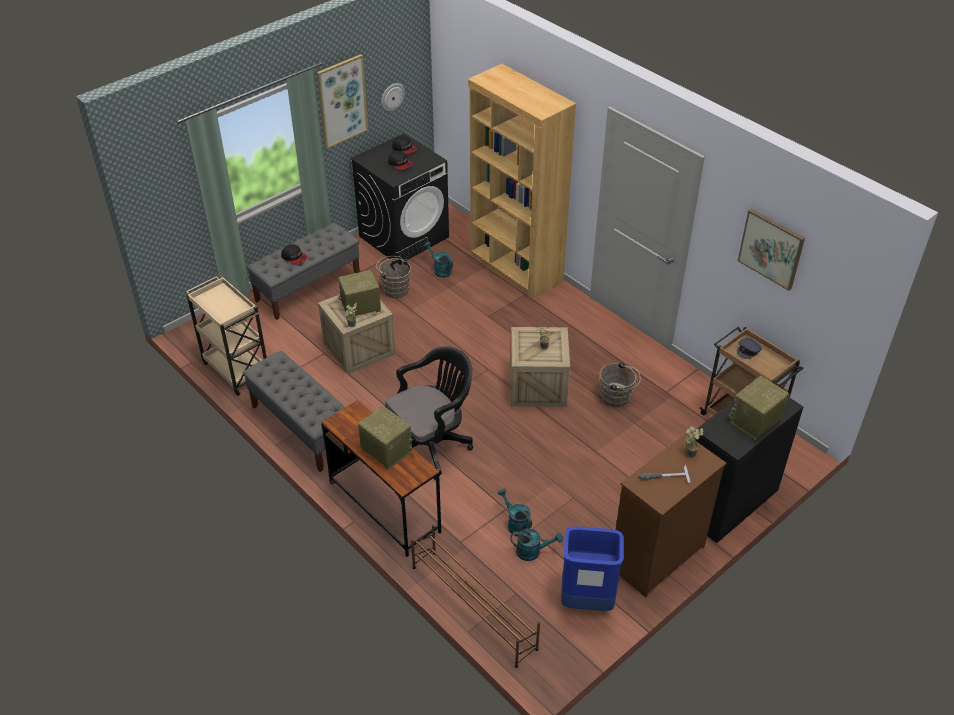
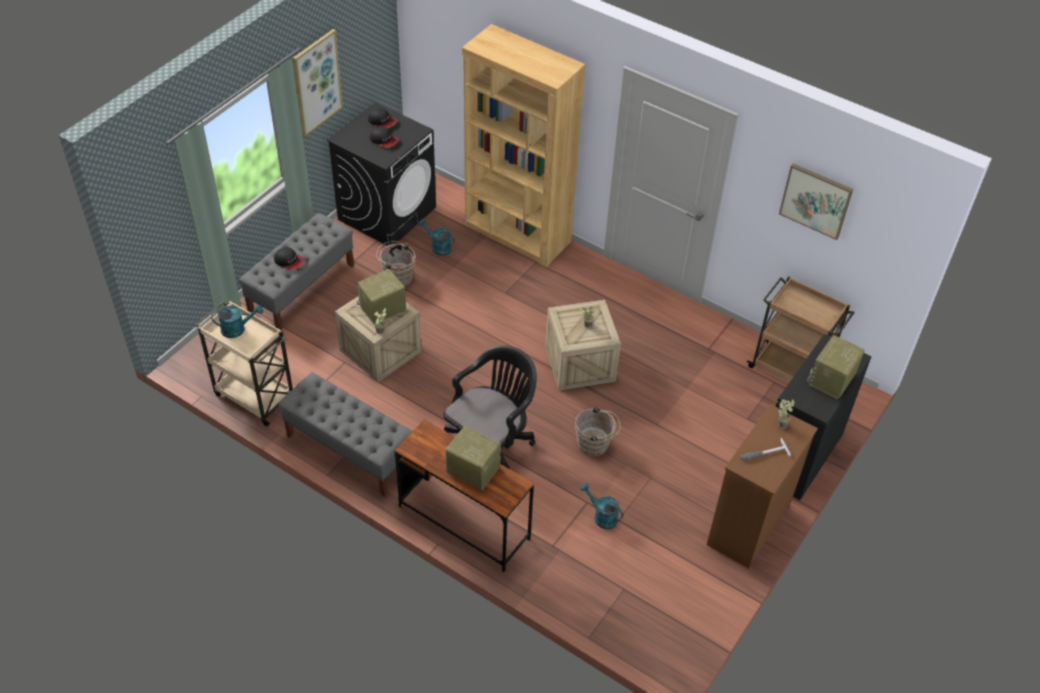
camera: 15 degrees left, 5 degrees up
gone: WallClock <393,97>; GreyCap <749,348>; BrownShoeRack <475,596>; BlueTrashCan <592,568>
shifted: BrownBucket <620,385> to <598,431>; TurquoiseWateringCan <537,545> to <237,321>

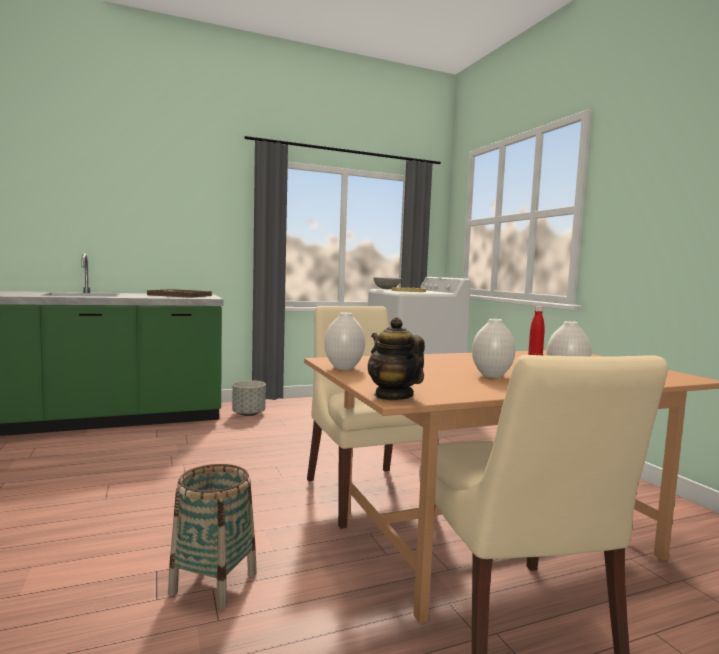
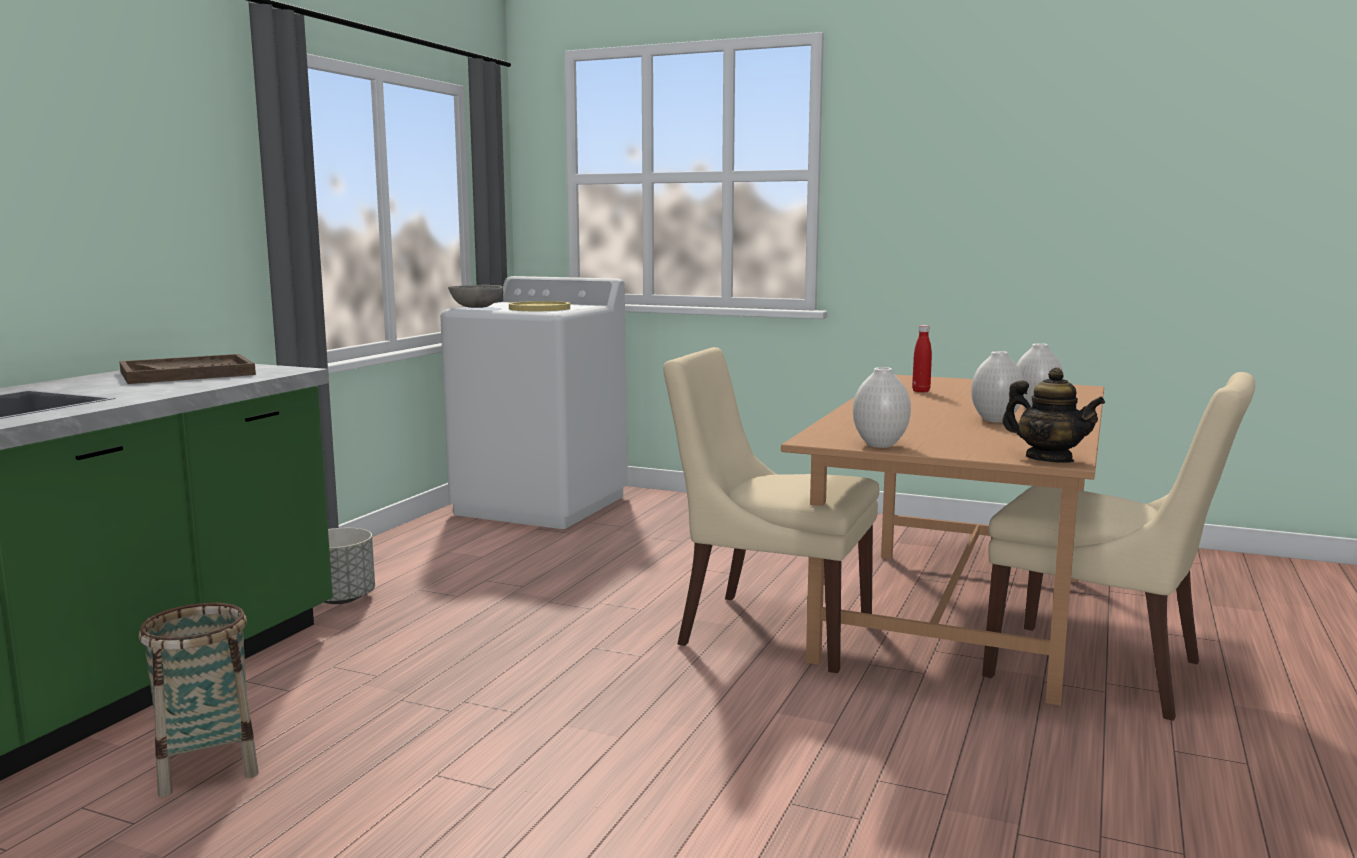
camera: 45 degrees left, 5 degrees up
shifted: Basket <212,537> to <199,700>
rotated: Teapot <396,358> = <1053,415> 150 degrees counterclockwise

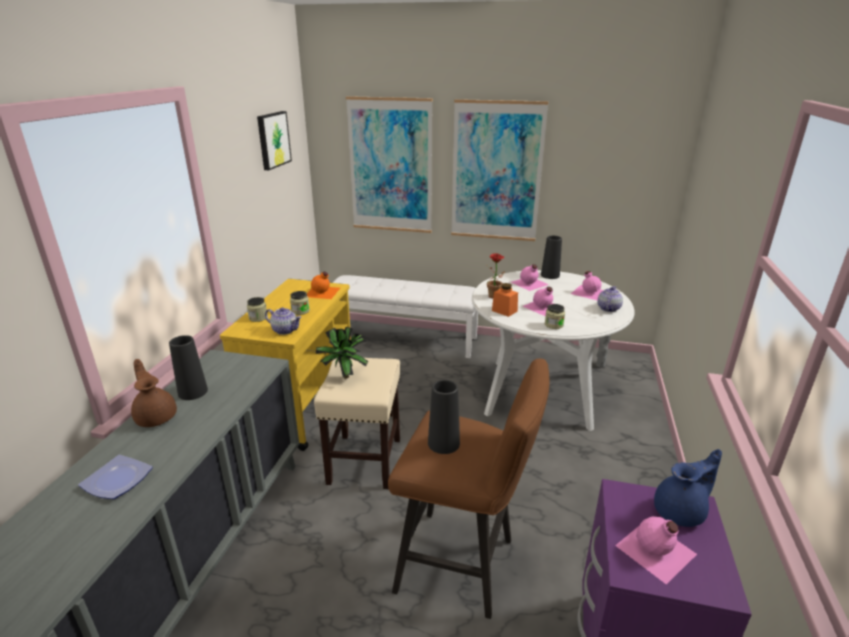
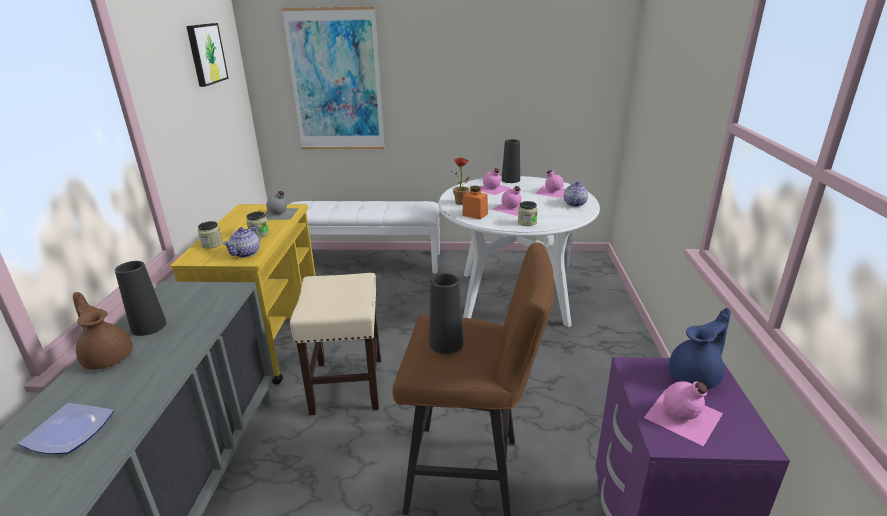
camera: 10 degrees left, 0 degrees up
gone: Picture <500,170>; PottedPlant <342,353>
repainted: OrangeBottle <323,285> to GreyBottle <281,205>
rotated: Teapot <283,321> = <242,242> 105 degrees clockwise

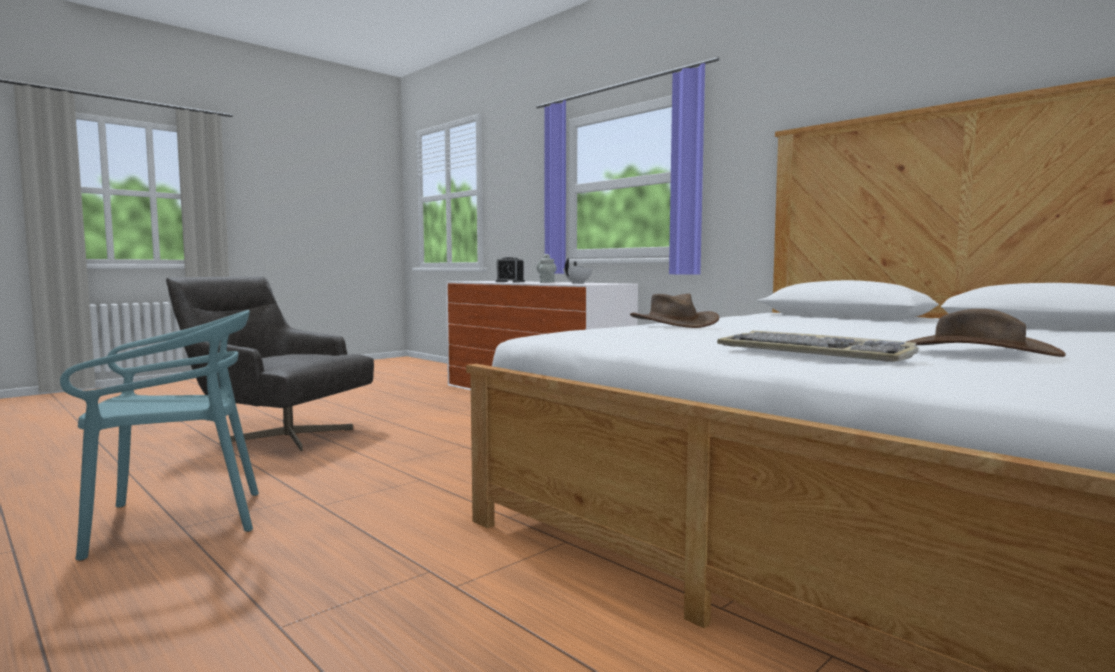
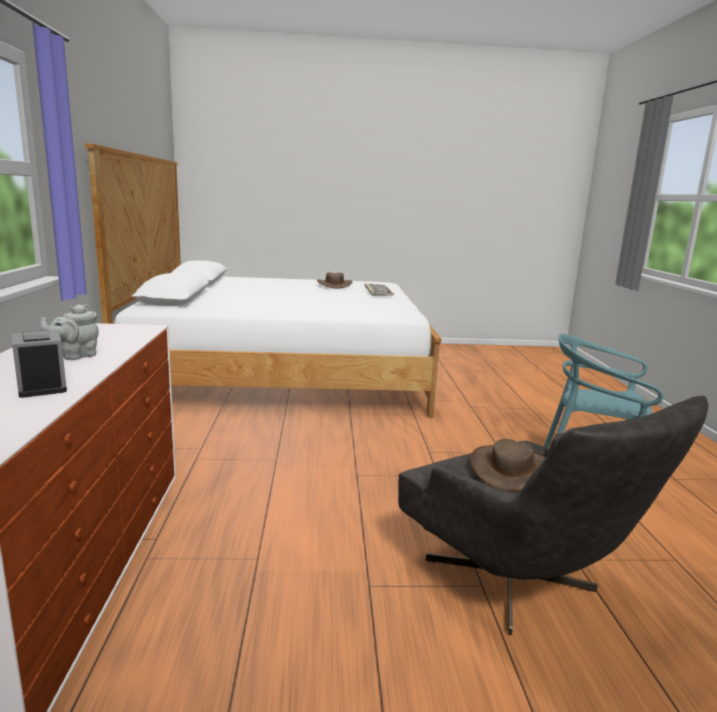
camera: 140 degrees left, 10 degrees up
gone: WhiteTeapot <577,271>
shifted: BrownHat <674,311> to <508,465>

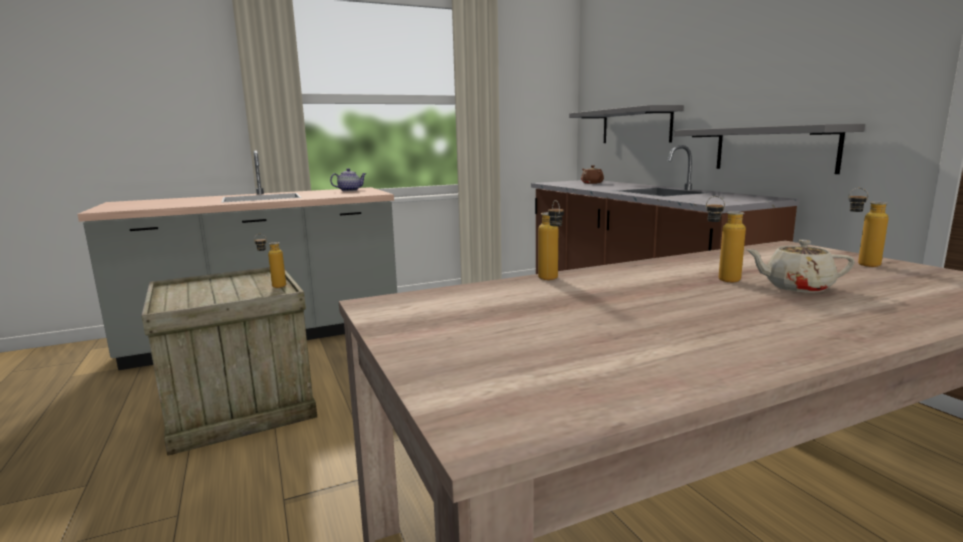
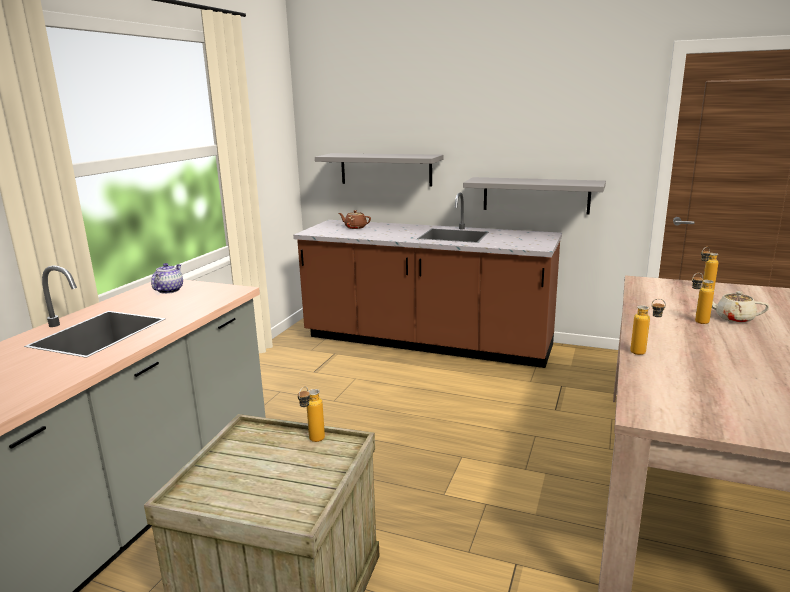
camera: 45 degrees left, 5 degrees up
rotated: BeigeTeapot <800,266> = <740,307> 60 degrees clockwise

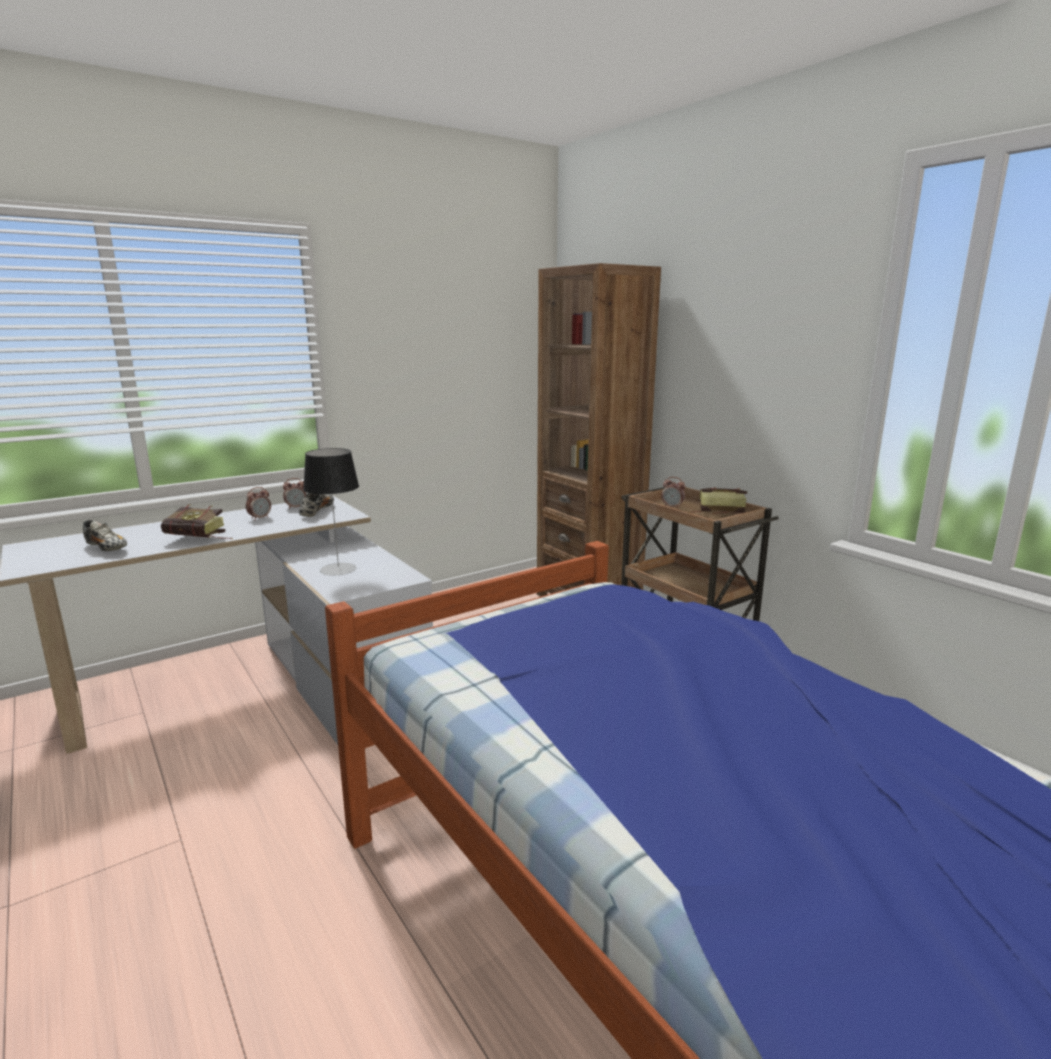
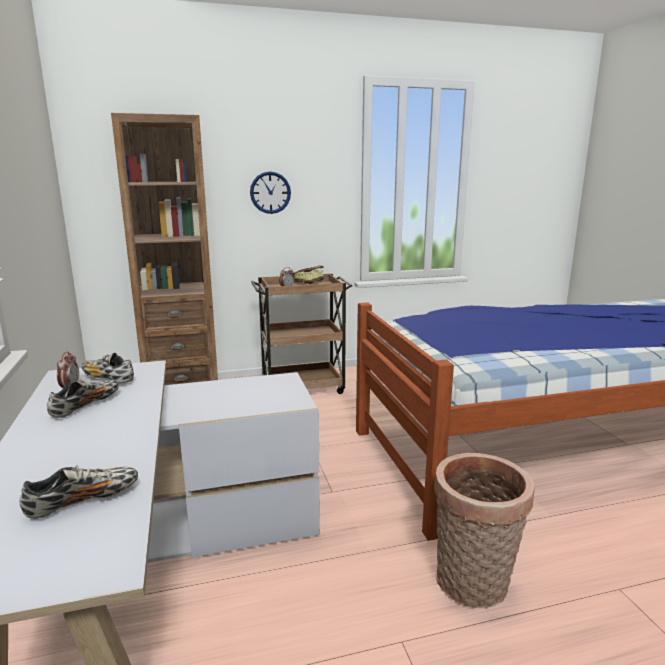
camera: 70 degrees left, 0 degrees up
gone: TableLamp <331,512>; Book <196,521>
new: WallClock <270,192>; Basket <484,530>
swapped: AlarmClock <258,503> to Shoe <83,398>

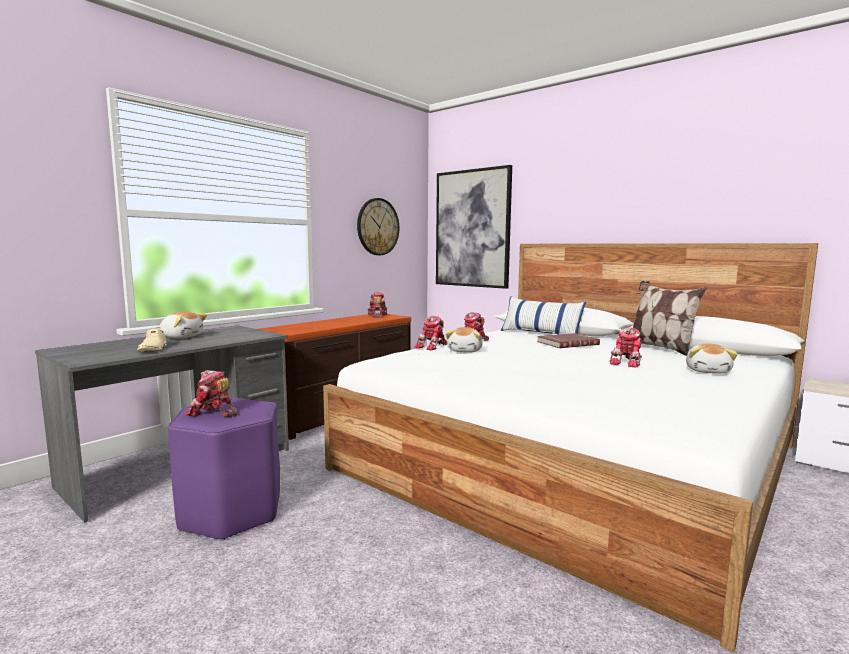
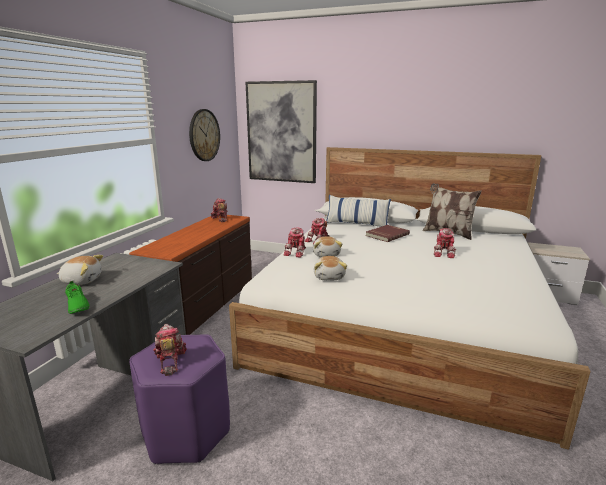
camera: 20 degrees left, 10 degrees up
shifted: PlushToy <712,358> to <330,268>
repainted: BeigeShoe <152,339> to GreenShoe <77,297>
rotated: ToyRobot <211,394> = <170,350> 75 degrees clockwise

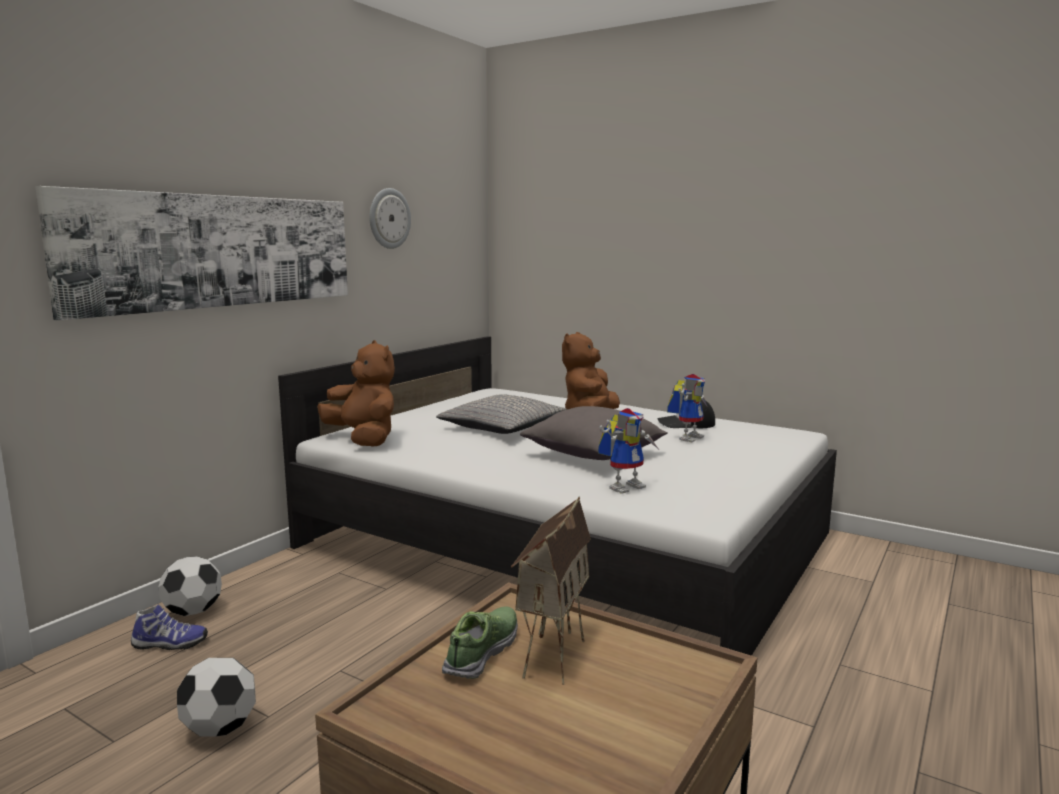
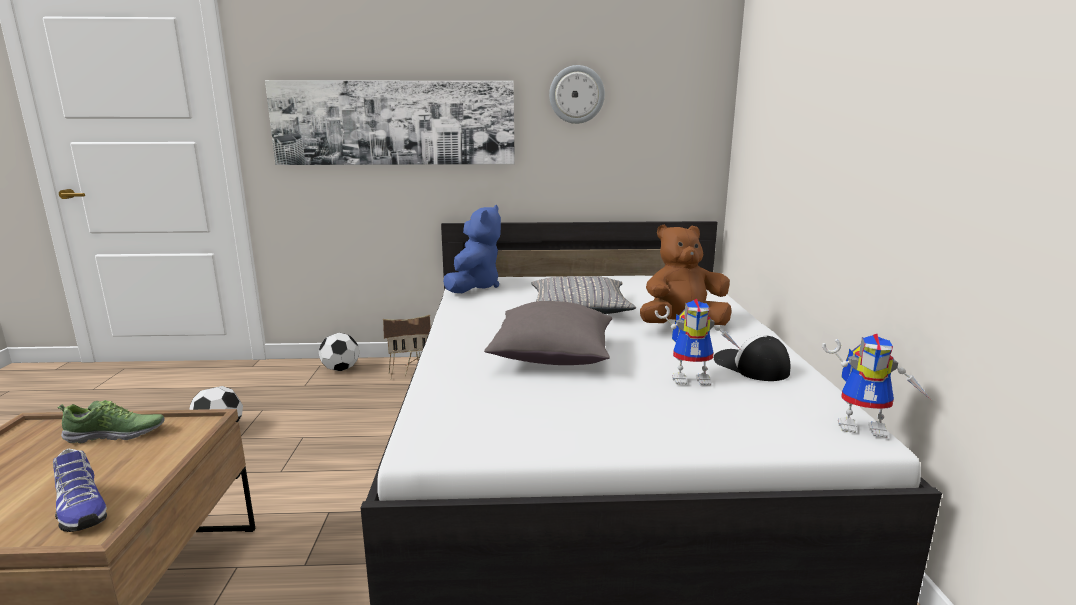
camera: 55 degrees right, 5 degrees up
shifted: ToyRobot <628,451> to <876,386>; ToyHouse <551,591> to <407,346>; Shoe <169,627> to <80,490>
repainted: BrownPlushToy <356,393> to BluePlushToy <472,249>

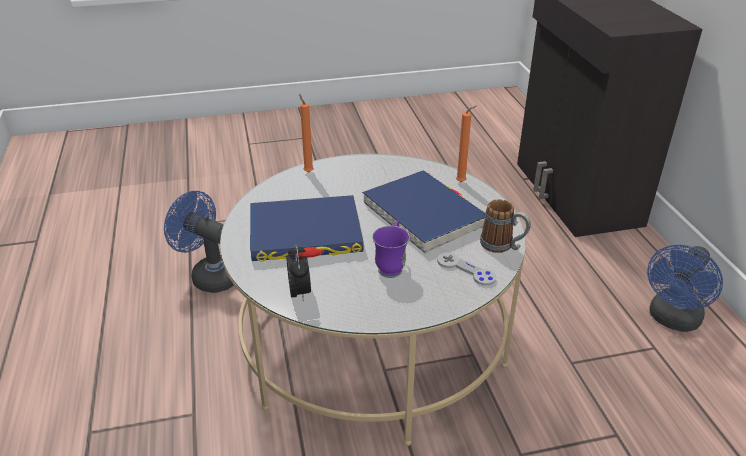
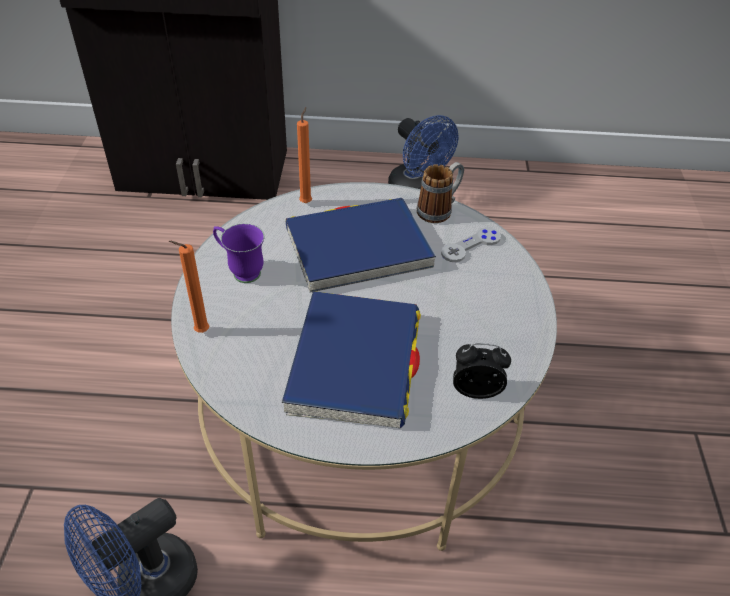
camera: 75 degrees left, 10 degrees up
shifted: PurpleMug <391,249> to <238,253>

